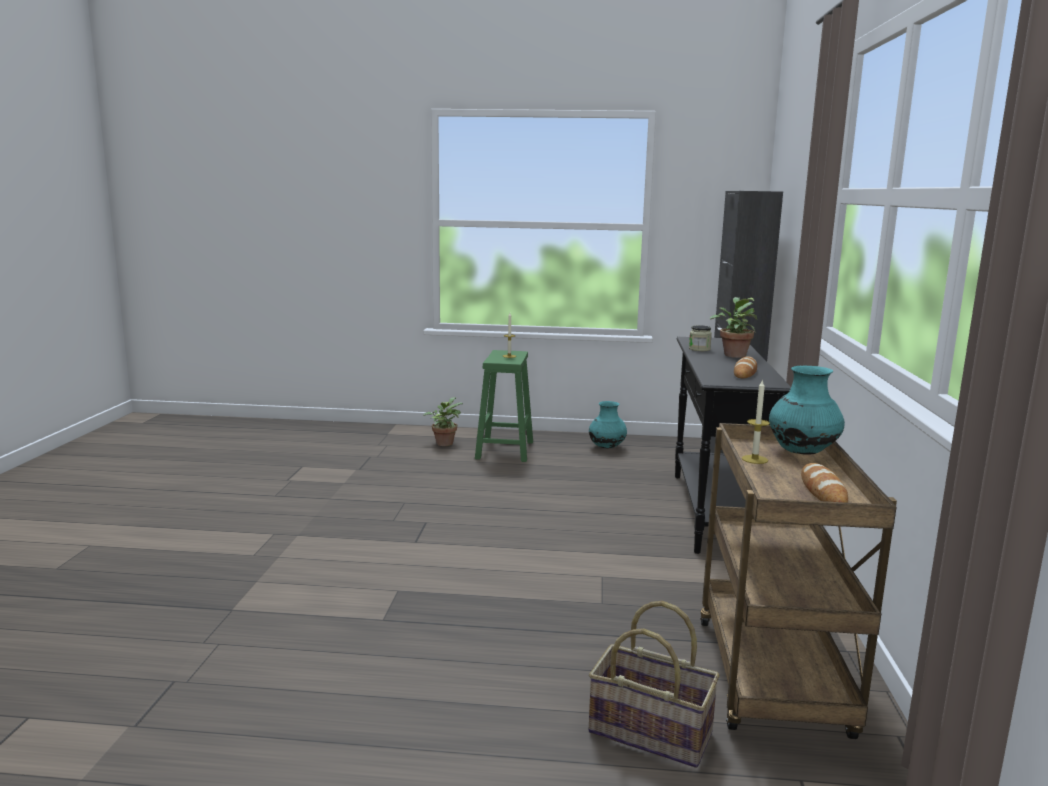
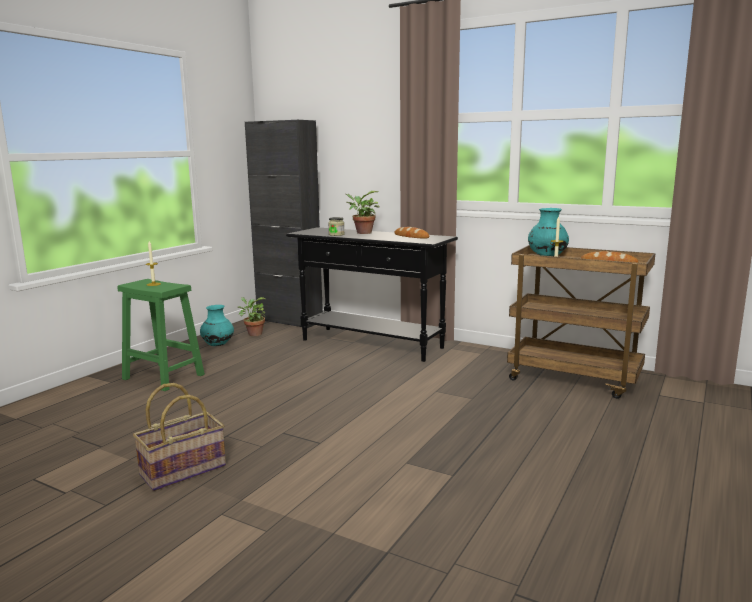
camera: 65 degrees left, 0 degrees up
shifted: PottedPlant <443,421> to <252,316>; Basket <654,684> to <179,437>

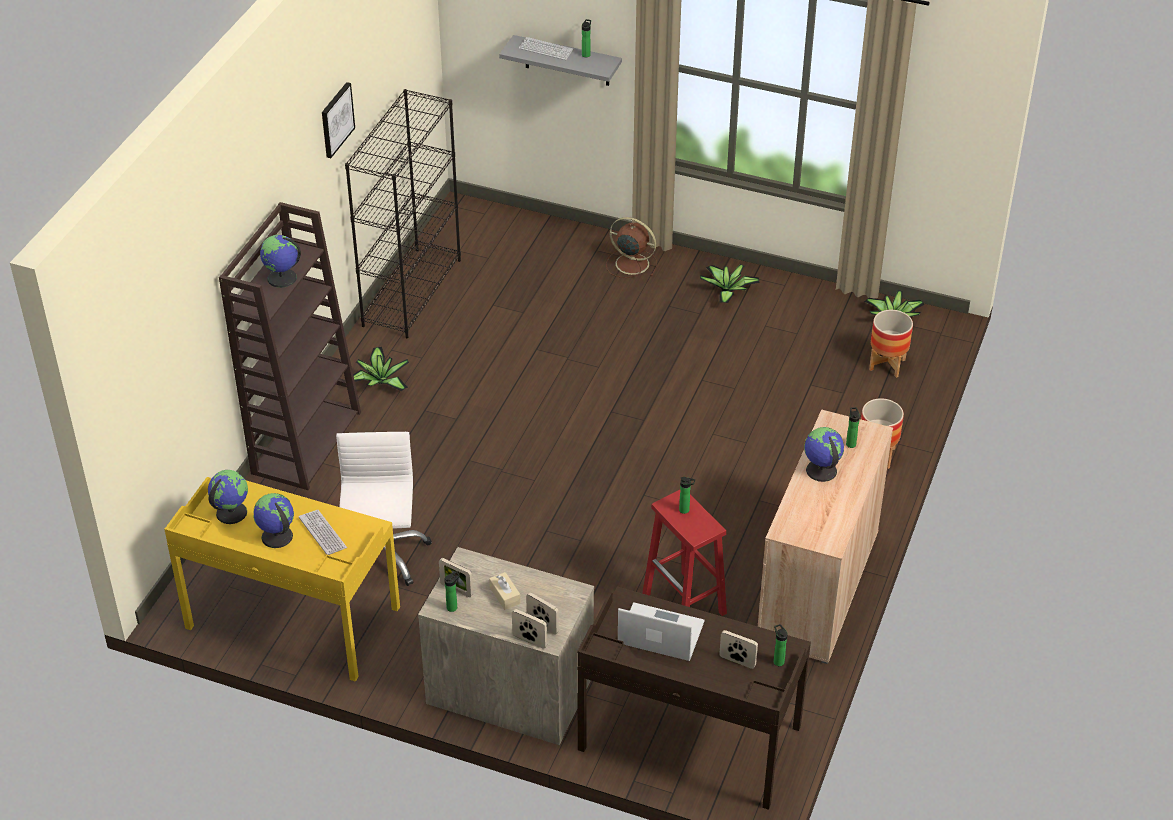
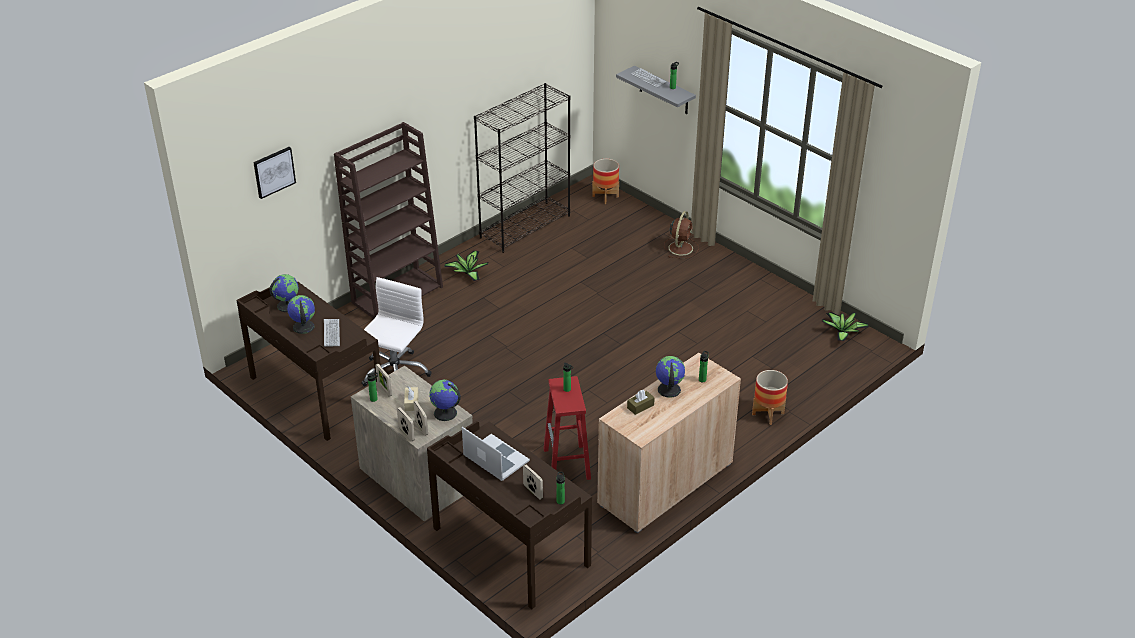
camera: 25 degrees right, 5 degrees down
gone: PottedPlant <730,283>
new: BrownTissueBox <641,402>
shifted: Picture <338,120> to <274,173>; Globe <280,261> to <445,400>; Planter <891,344> to <605,181>
repainted: YellowDesk <282,579> to BrownDesk <308,361>
rotated: BrownFan <631,247> = <681,234> 60 degrees clockwise

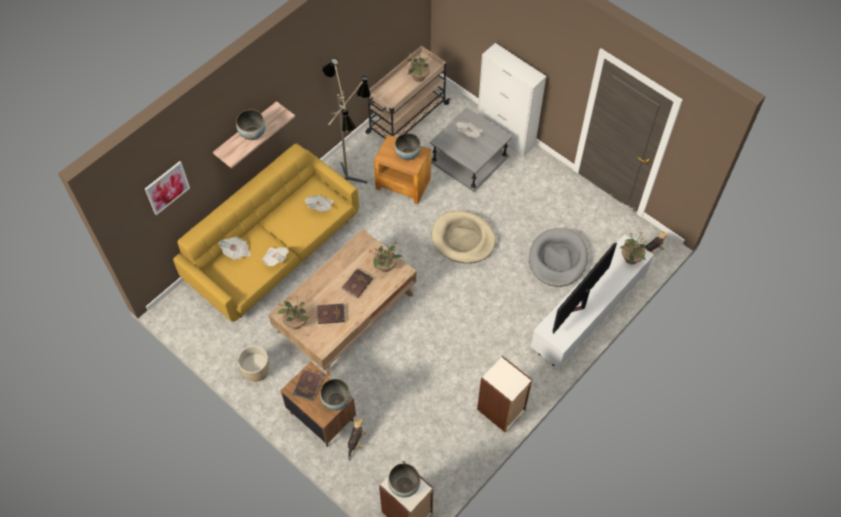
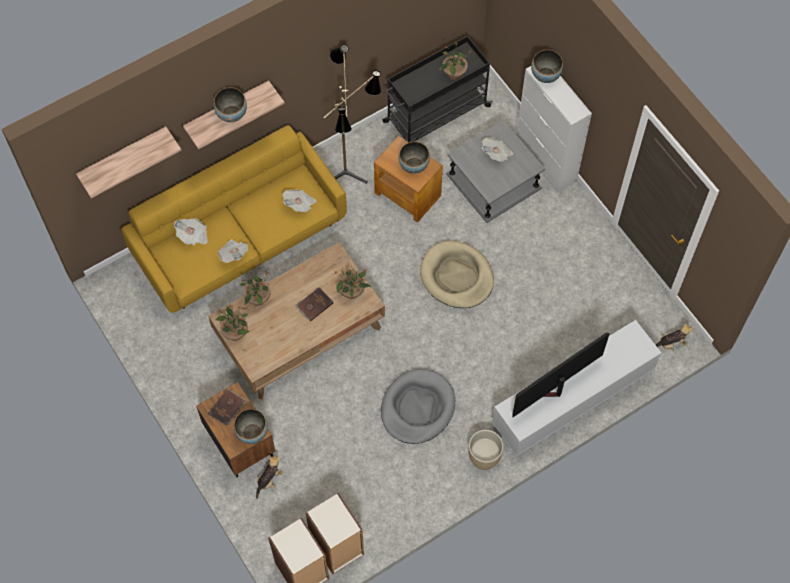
camera: 15 degrees right, 5 degrees up
gone: BrownBook <330,313>
shifted: GreyDogBed <558,257> to <418,406>; PottedPlant <632,248> to <254,288>; BeigePlanter <254,364> to <486,450>; Bookcase <505,394> to <335,533>; Bowl <404,480> to <547,66>
swapped: Picture <167,188> to Shelf <128,162>
repainted: BeigeCart <407,92> to BlackCart <438,89>

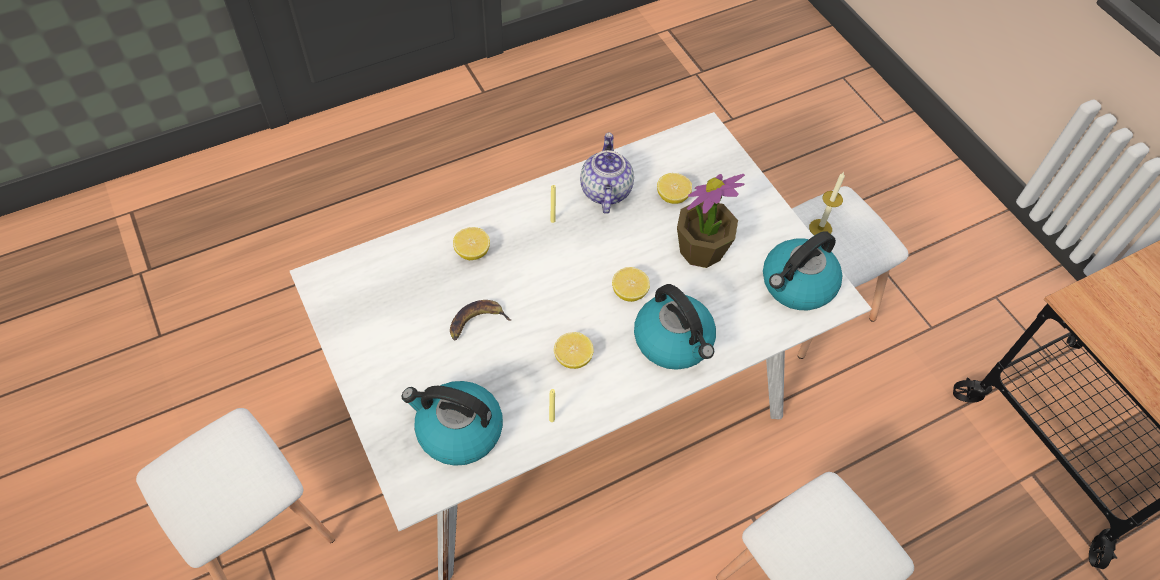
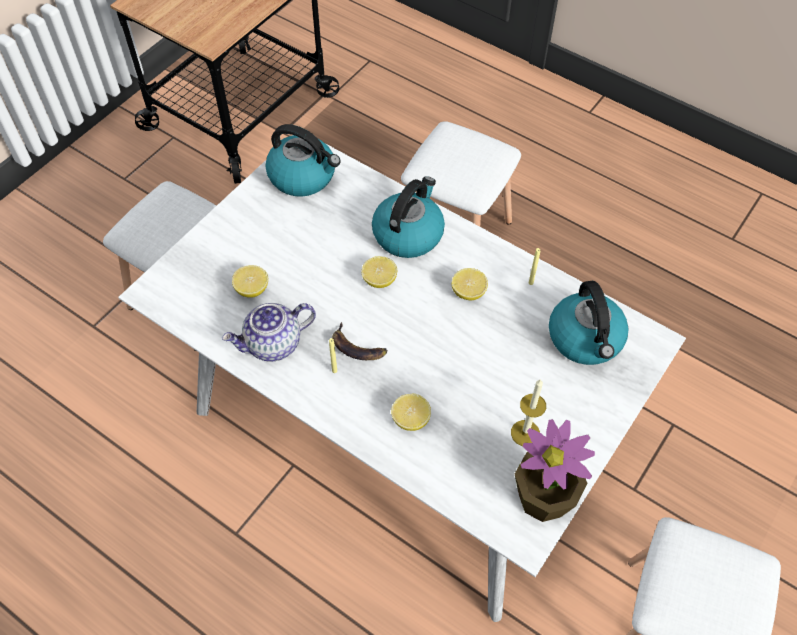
camera: 115 degrees left, 0 degrees up
shifted: Candle <827,204> to <528,412>; PottedPlant <711,221> to <555,470>; Banana <480,320> to <359,341>

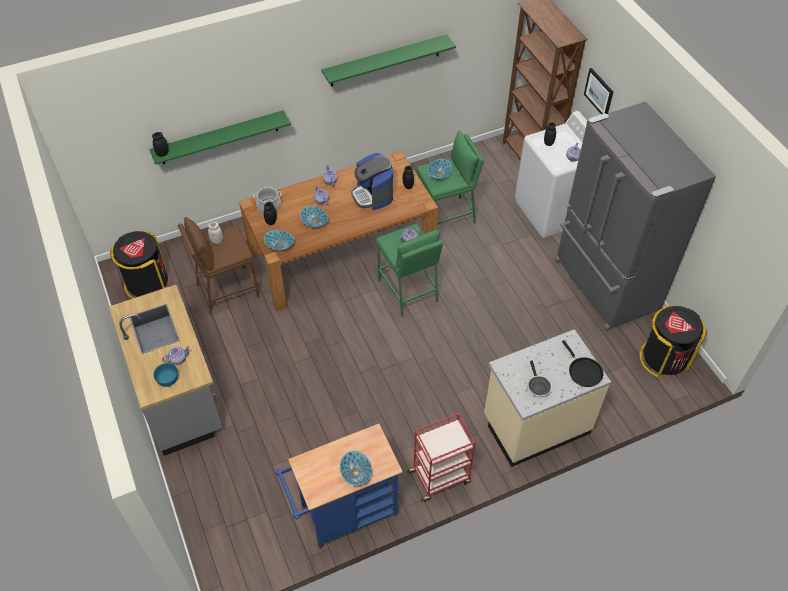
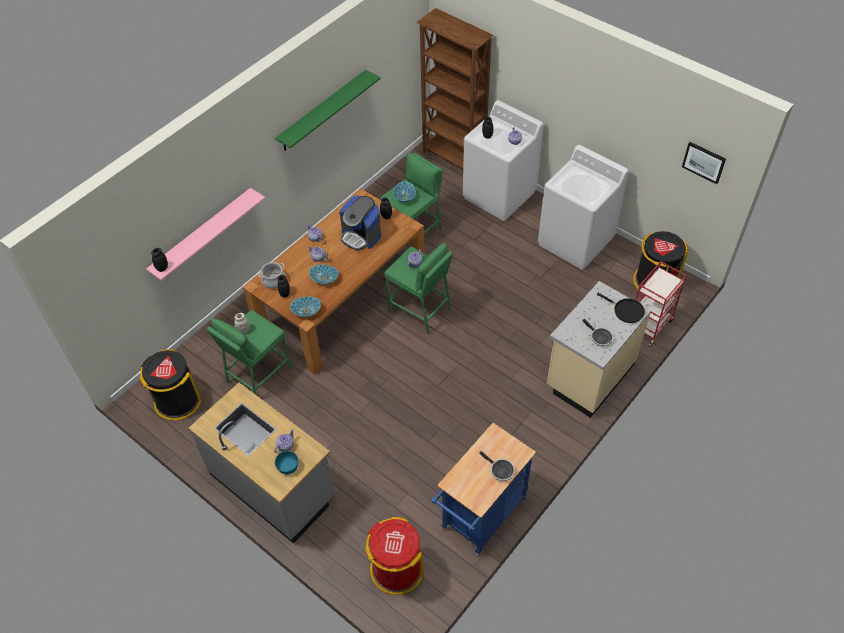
camera: 25 degrees left, 0 degrees up
new: RedTrashCan <394,556>
shifted: Picture <598,91> to <704,163>; RedCart <441,457> to <661,304>
swapped: GreyFridge <635,216> to WhiteWashingMachine <583,207>; Bowl <356,468> to FryingPan <497,466>
repainted: GreenShelf <220,137> to PinkShelf <205,234>; BrownStool <219,265> to GreenStool <249,352>

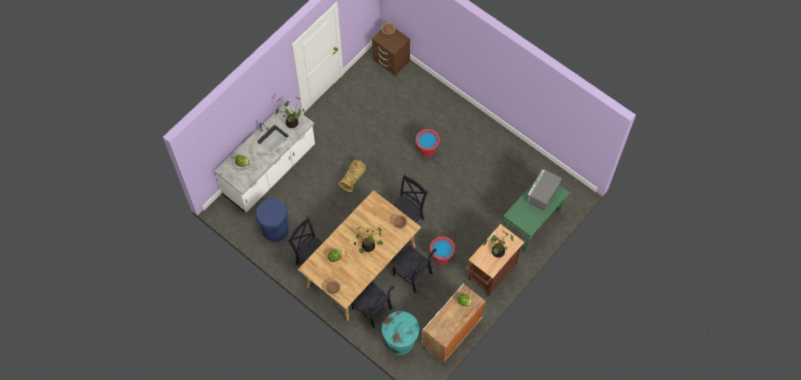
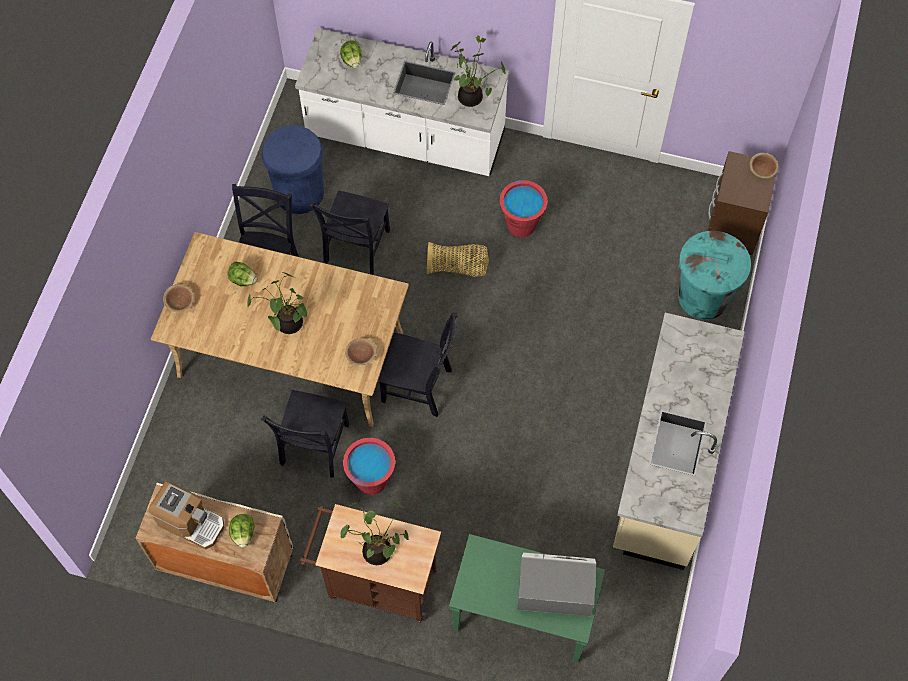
camera: 65 degrees right, 0 degrees up
new: BeigeCounter <678,441>; CoffeeMachine <187,515>
shifted: RedBucket <428,143> to <524,208>; BlackChair <373,305> to <349,232>; TurquoiseTrashCan <400,333> to <714,275>

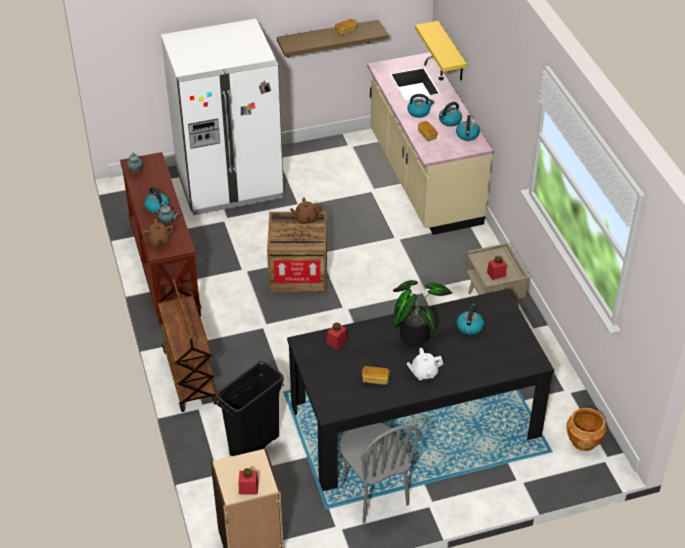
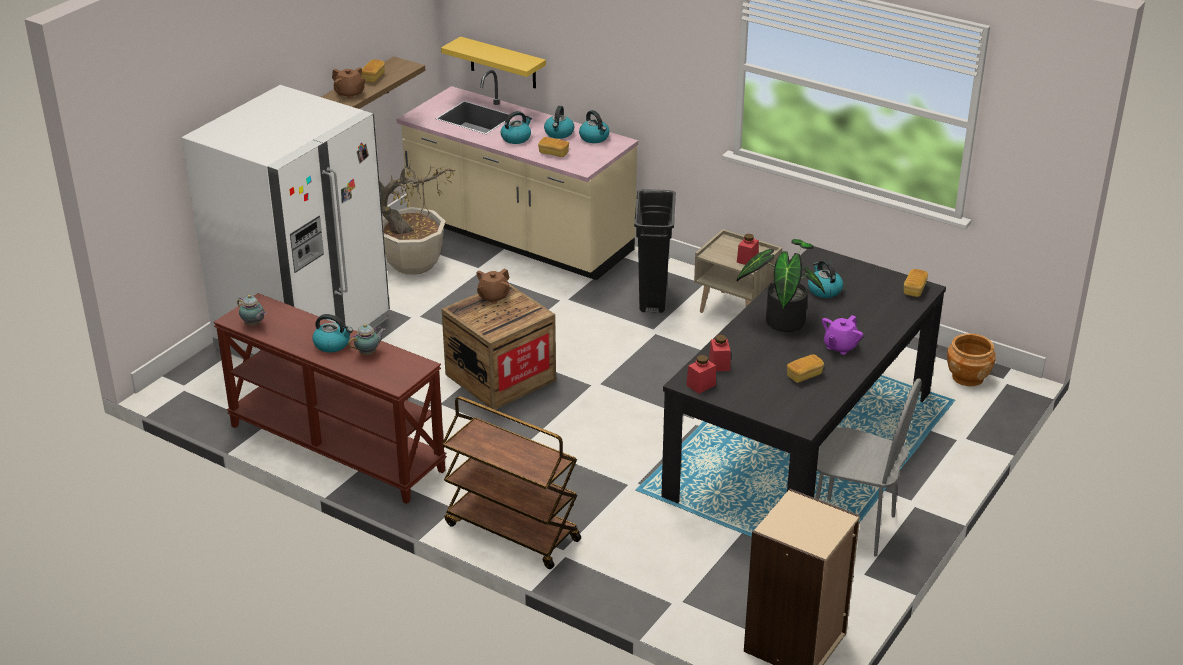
camera: 40 degrees left, 10 degrees down
new: PottedPlant <417,219>; Bread <916,283>
shifted: BrownTeapot <158,233> to <349,83>; BlackTrashCan <250,408> to <655,251>; RedJar <249,481> to <701,374>
repainted: WhiteTeapot <425,364> to PurpleTeapot <842,335>

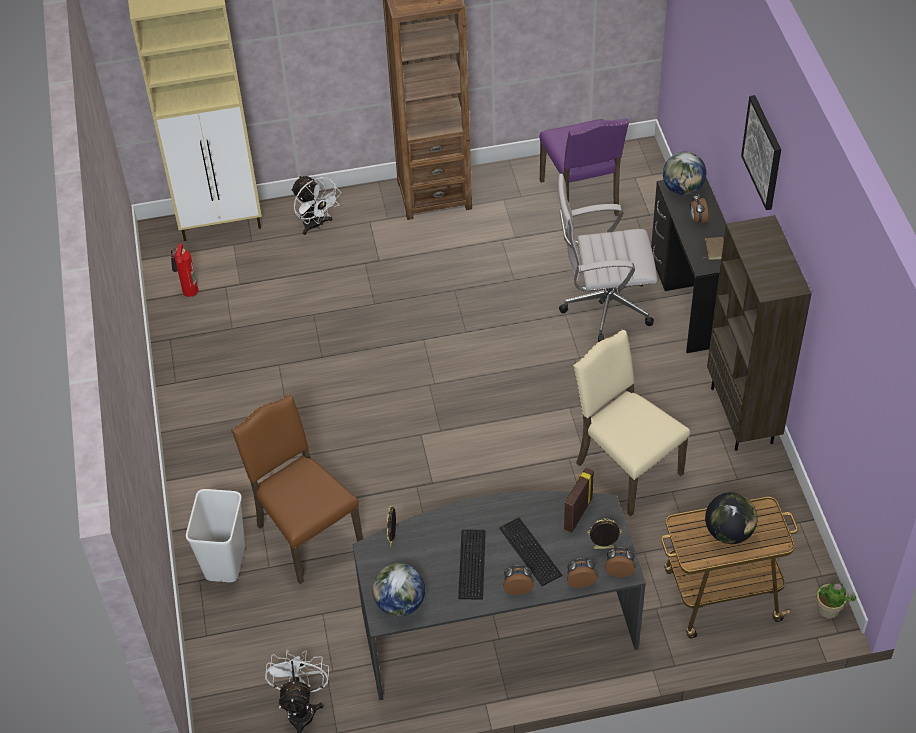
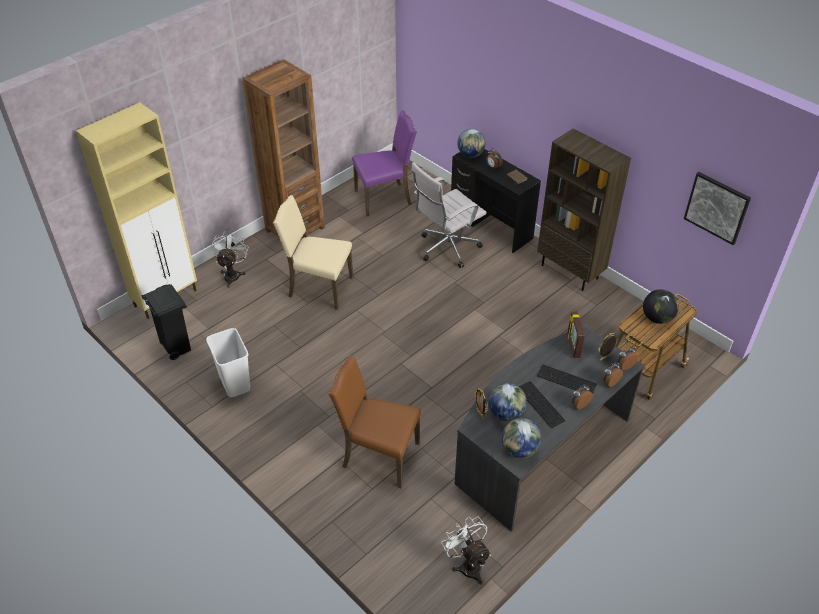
camera: 35 degrees left, 5 degrees down
gone: PottedPlant <836,600>
new: Globe <508,402>
shifted: Picture <761,152> to <717,208>; BeigeChair <631,423> to <313,252>; WhiteTrashCan <215,535> to <228,362>
swapped: FireExtinguisher <184,270> to BlackTrashCan <166,322>
rotated: PurpleChair <584,167> = <384,163> 60 degrees counterclockwise; WhiteFan <315,205> = <230,259> 105 degrees counterclockwise

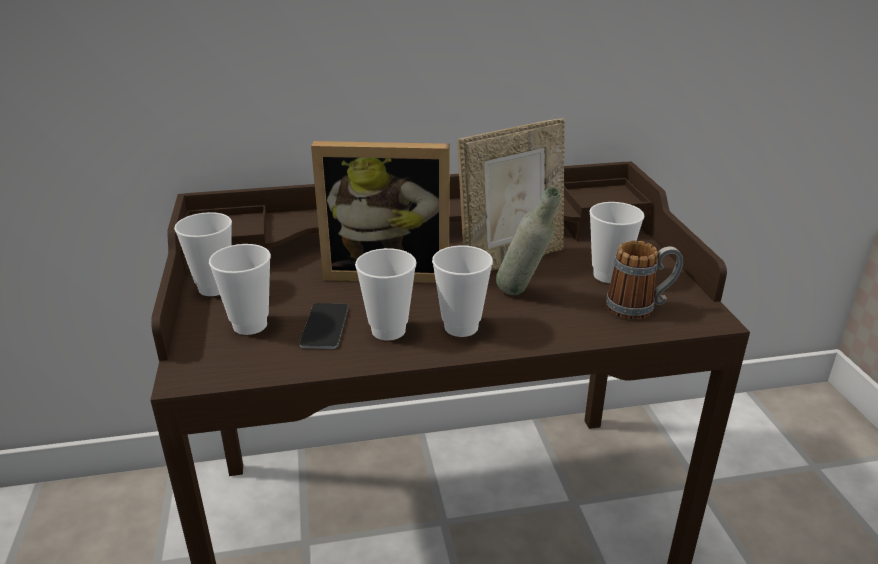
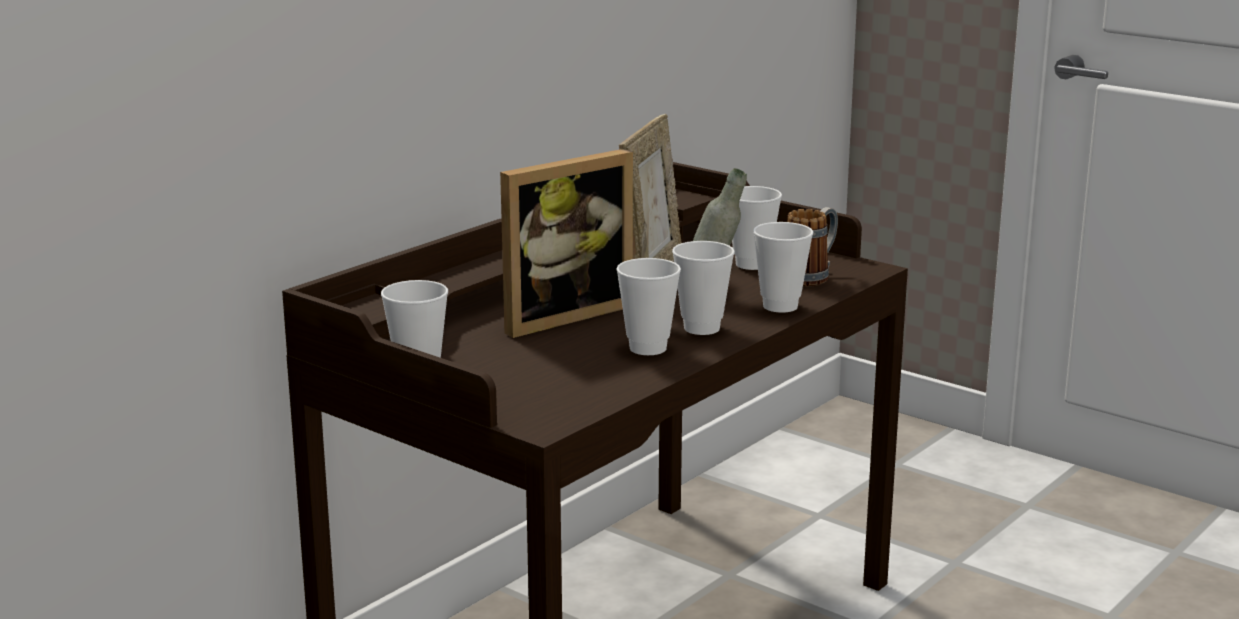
camera: 40 degrees left, 10 degrees down
gone: Phone <323,326>
shifted: Cup <240,289> to <783,267>

